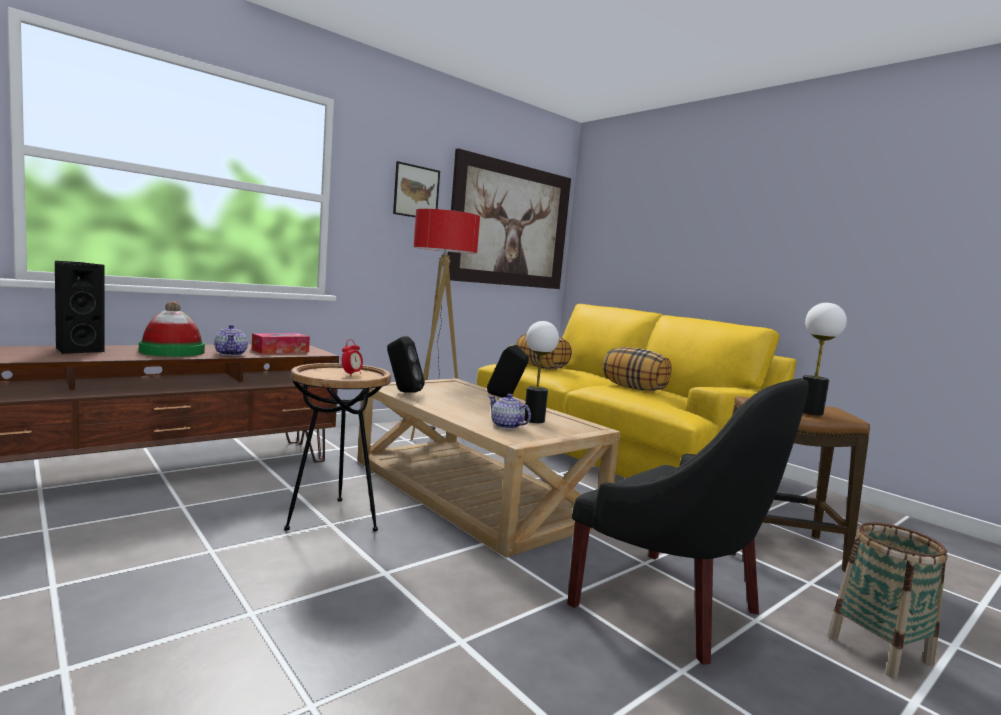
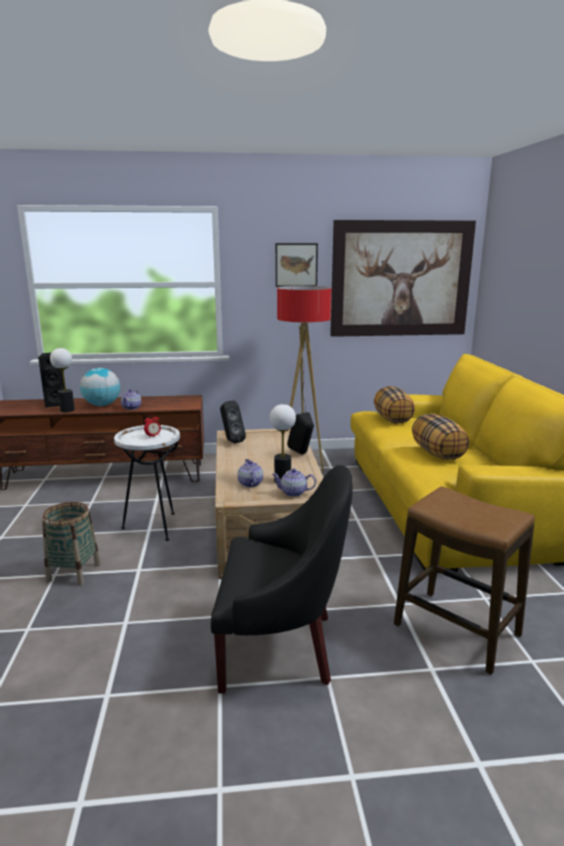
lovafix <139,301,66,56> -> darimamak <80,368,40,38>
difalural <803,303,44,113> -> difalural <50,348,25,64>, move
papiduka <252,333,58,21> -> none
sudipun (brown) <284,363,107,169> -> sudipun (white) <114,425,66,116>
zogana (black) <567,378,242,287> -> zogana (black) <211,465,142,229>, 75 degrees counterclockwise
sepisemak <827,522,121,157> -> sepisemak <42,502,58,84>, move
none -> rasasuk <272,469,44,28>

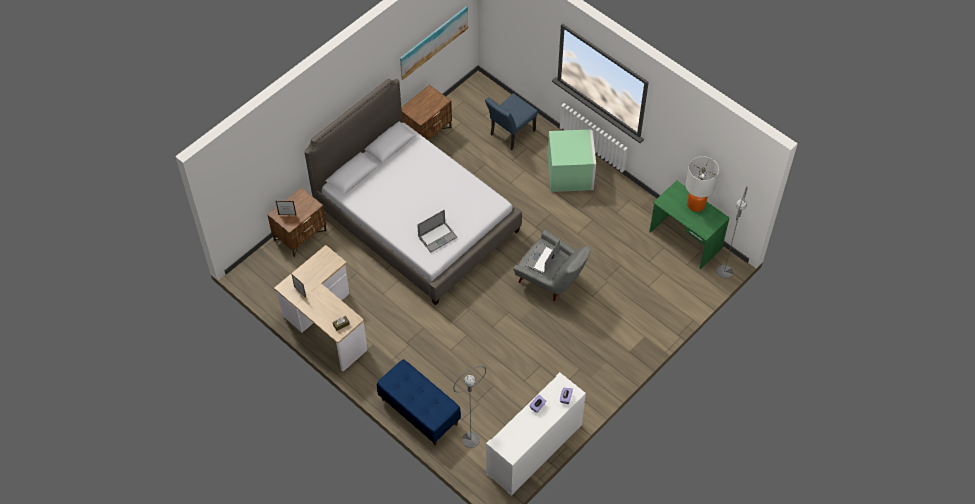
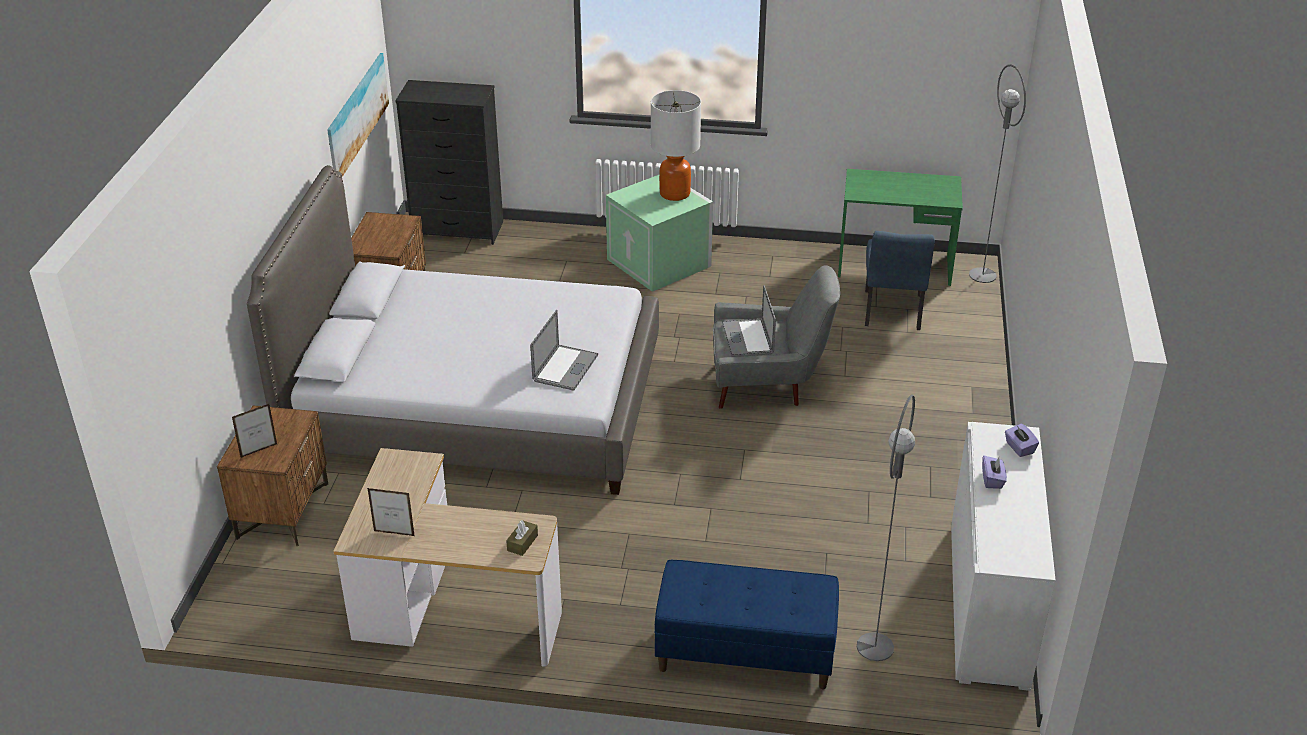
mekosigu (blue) <485,93,53,57> -> mekosigu (blue) <865,231,70,99>, move
difalural <685,156,34,56> -> difalural <651,90,50,111>, move
none -> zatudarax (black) <395,80,108,165>

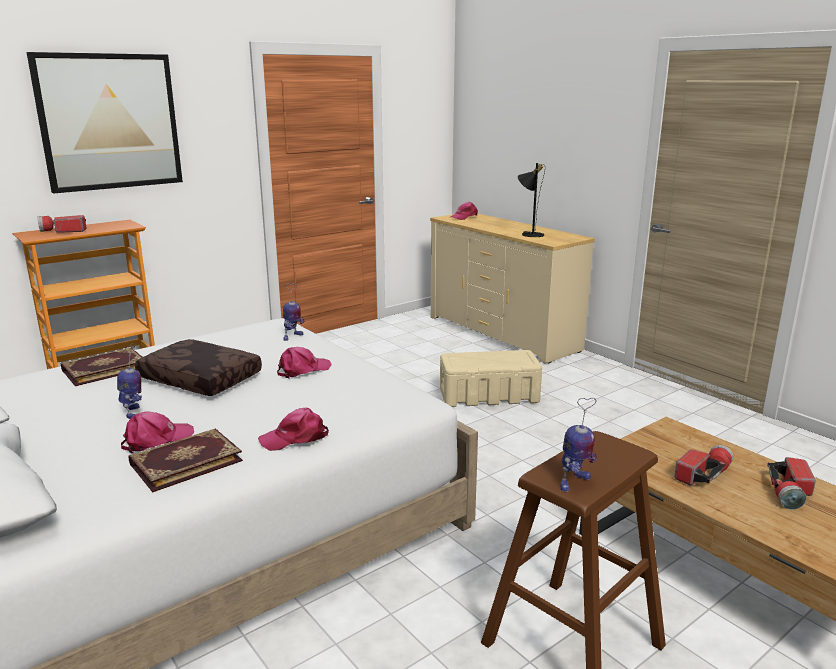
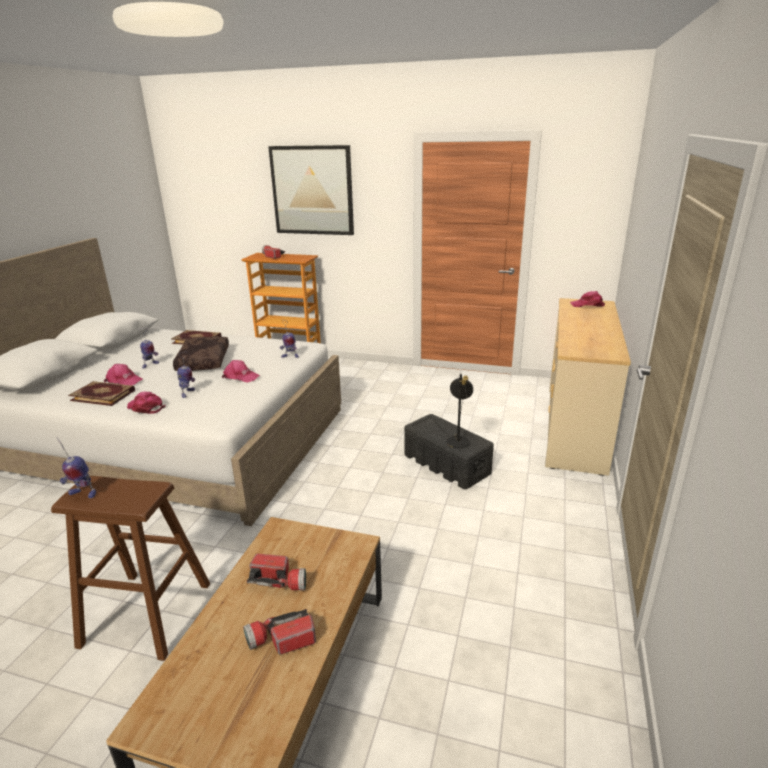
difalural (black) <518,163,27,74> -> difalural (black) <447,374,26,74>, move
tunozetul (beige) <440,350,102,57> -> tunozetul (black) <404,414,90,75>
none -> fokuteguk <177,351,18,47>

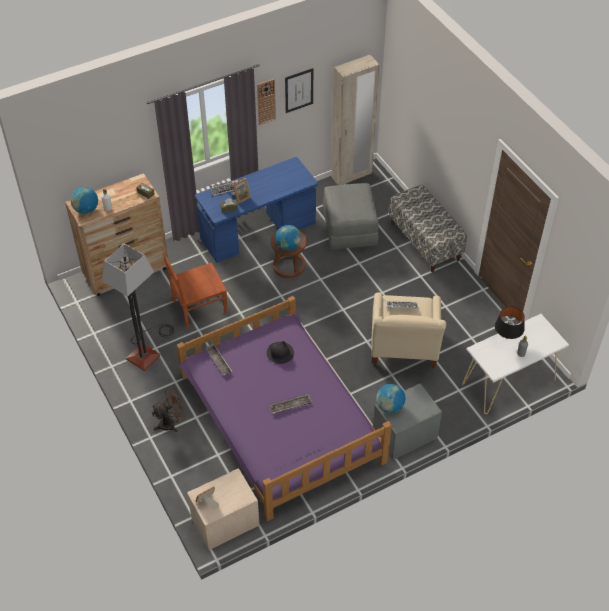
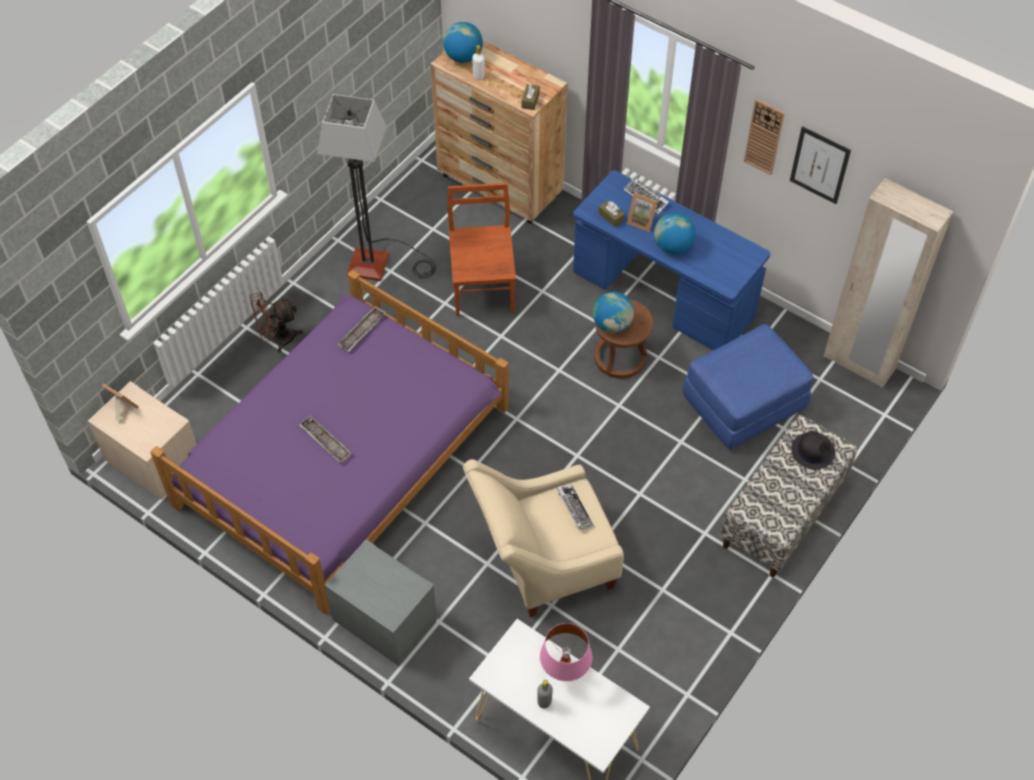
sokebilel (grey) <323,183,56,66> -> sokebilel (blue) <683,324,130,126>
mekosigu (brown) <163,253,64,75> -> mekosigu (brown) <448,183,68,134>, 45 degrees clockwise
difalural (black) <495,306,30,33> -> difalural (pink) <540,623,52,58>
lovafix (black) <267,341,27,23> -> lovafix (black) <791,431,44,39>, move
darimamak <376,384,29,29> -> darimamak <654,213,42,41>, move
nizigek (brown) <152,388,33,44> -> nizigek (brown) <249,292,54,61>, 120 degrees clockwise

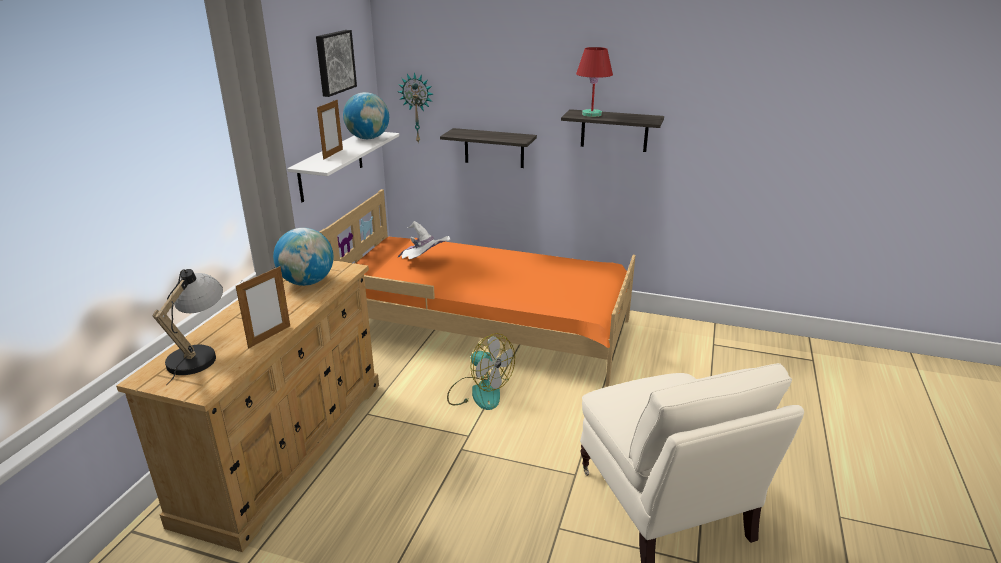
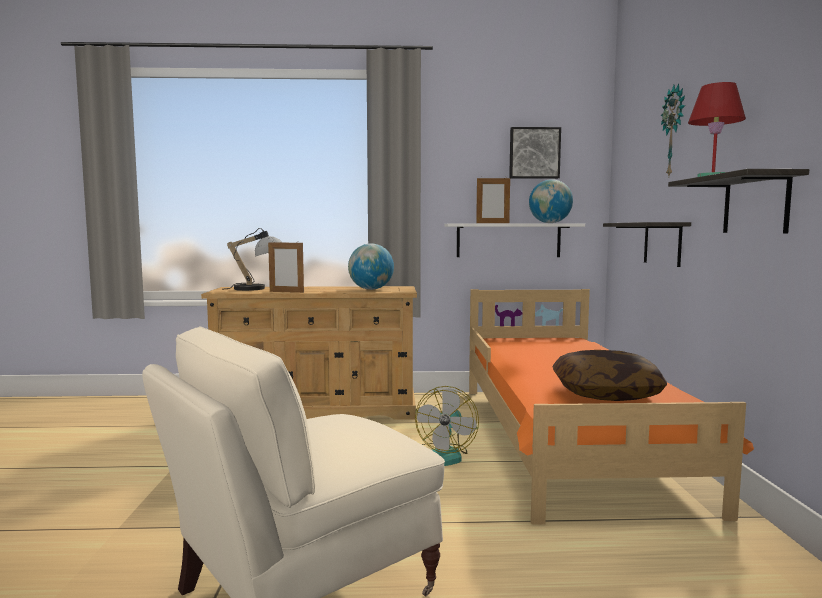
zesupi <398,72,35,72> -> zesupi <661,84,24,92>, move
lovafix (white) <398,221,52,39> -> none
none -> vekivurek <552,350,115,51>

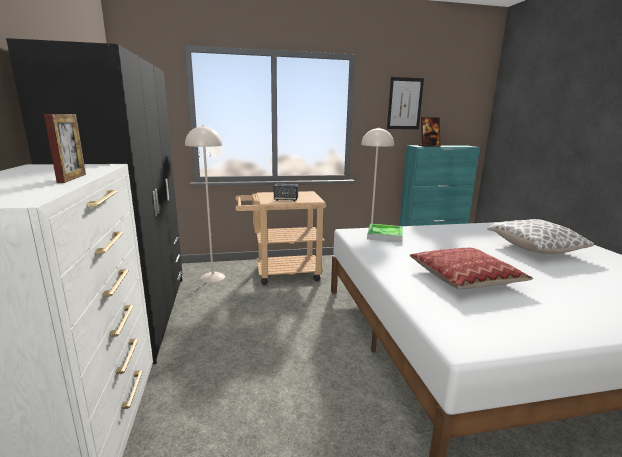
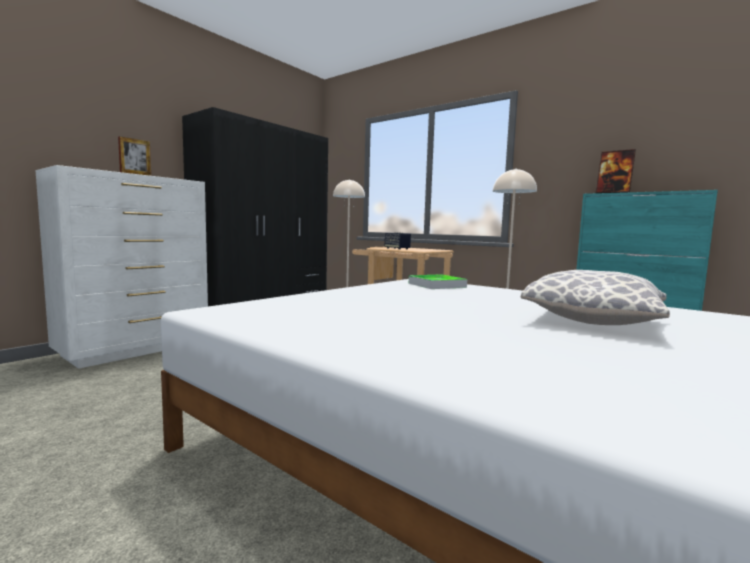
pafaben <387,77,37,52> -> none
vekivurek <410,248,123,42> -> none

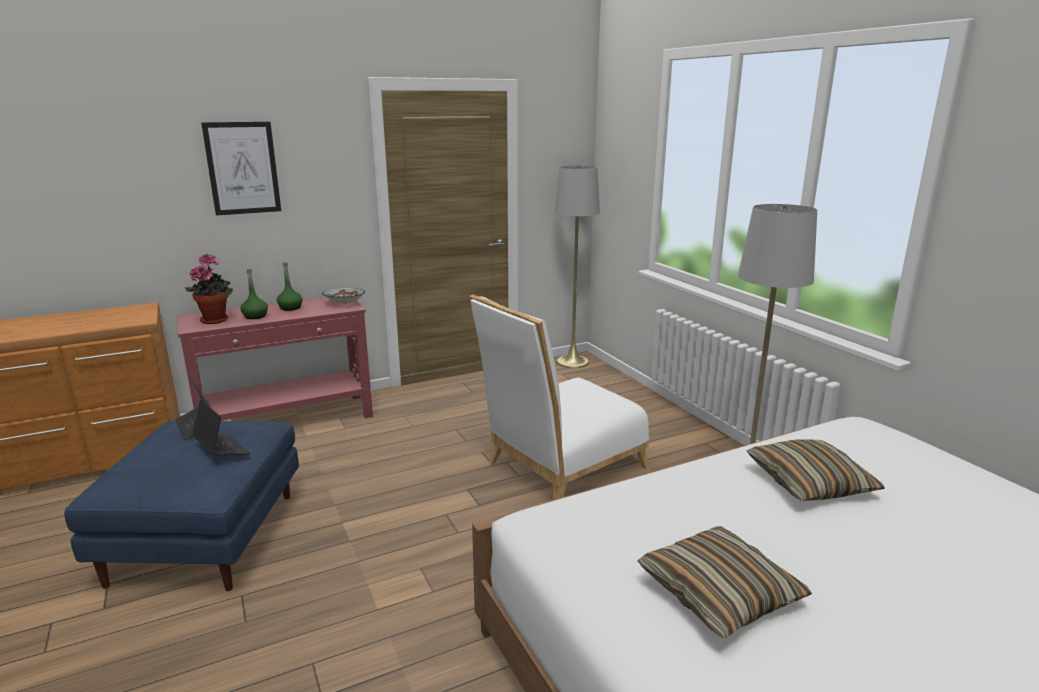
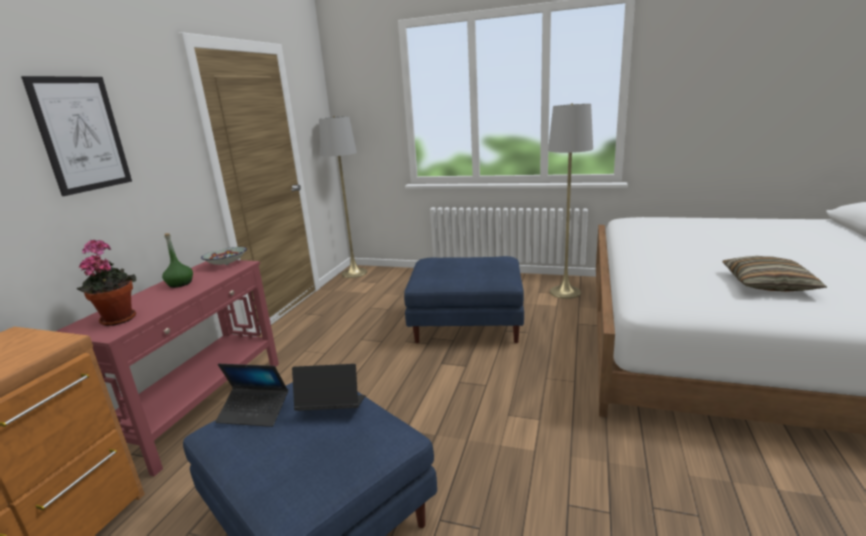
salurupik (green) <240,268,28,51> -> none
mekosigu (white) <469,294,181,206> -> sokebilel (blue) <404,256,120,87>
vekivurek <746,439,139,62> -> none

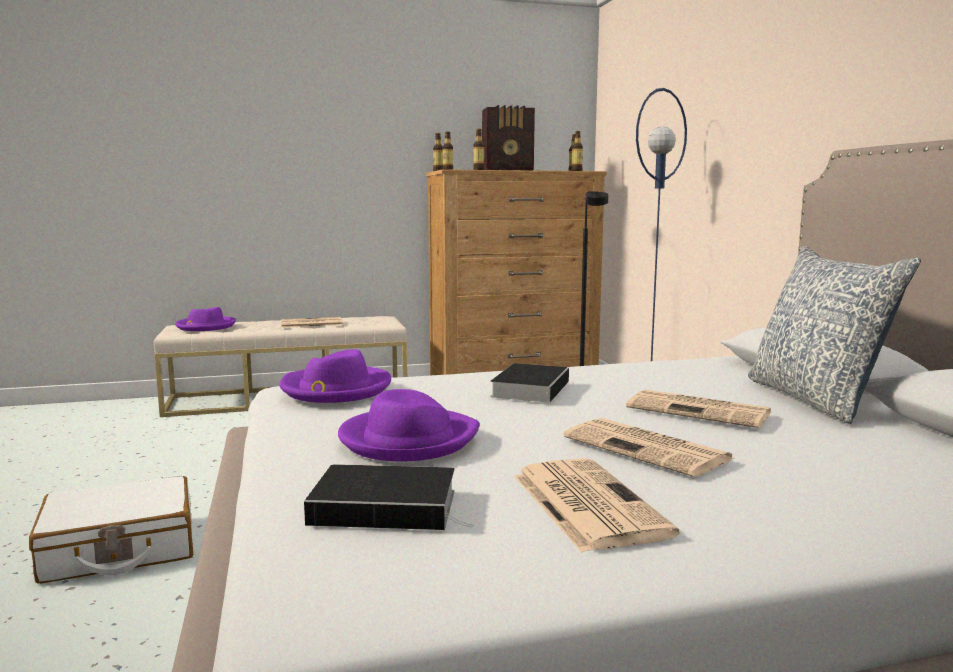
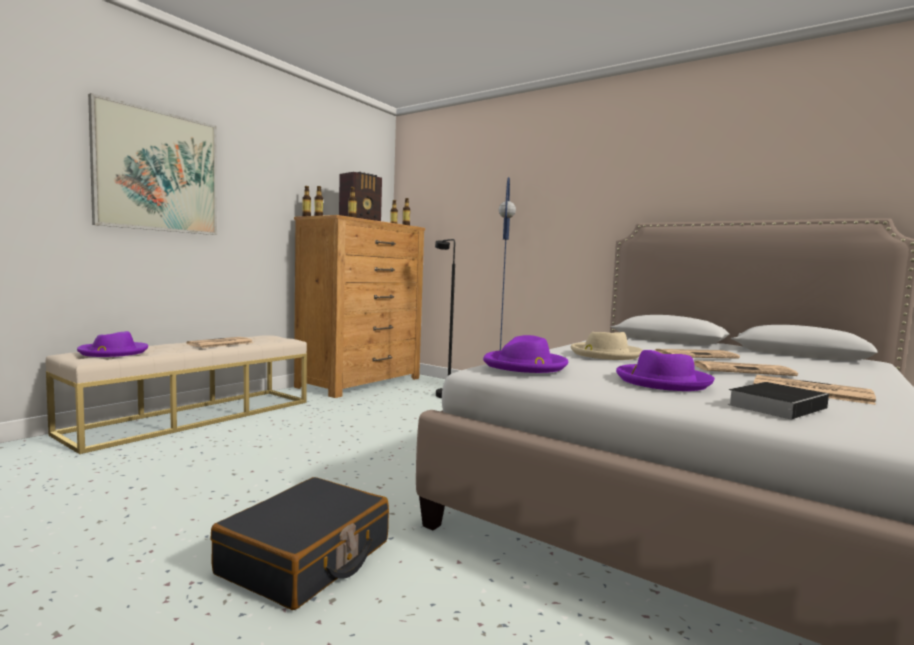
vekivurek <748,246,173,178> -> none
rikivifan <490,363,79,40> -> lovafix (beige) <571,332,72,28>
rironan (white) <29,476,164,108> -> rironan (black) <211,477,178,133>
none -> pafaben <88,93,129,142>

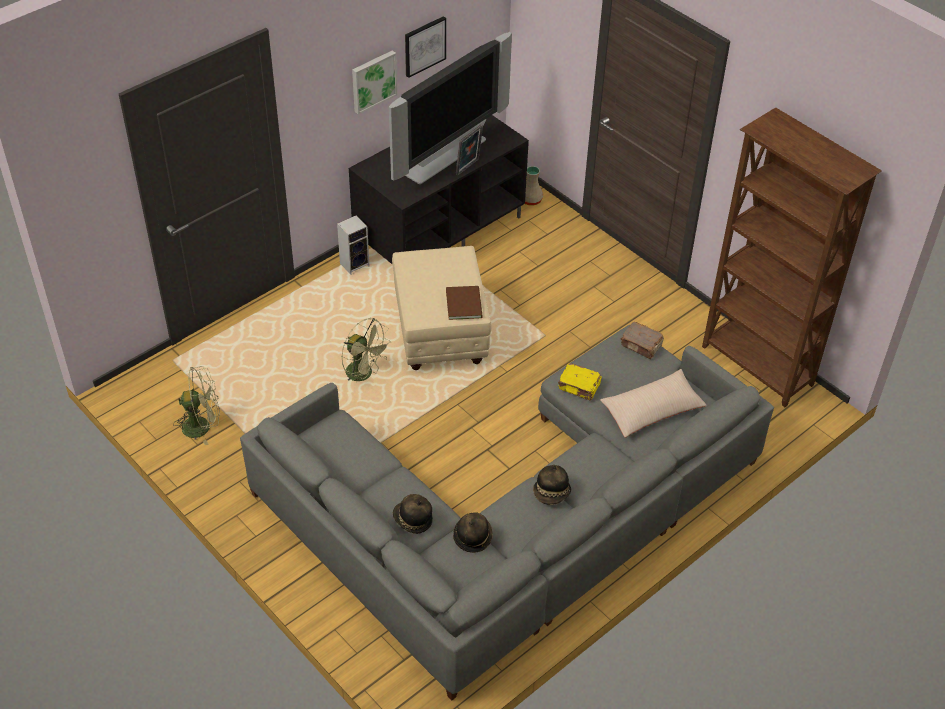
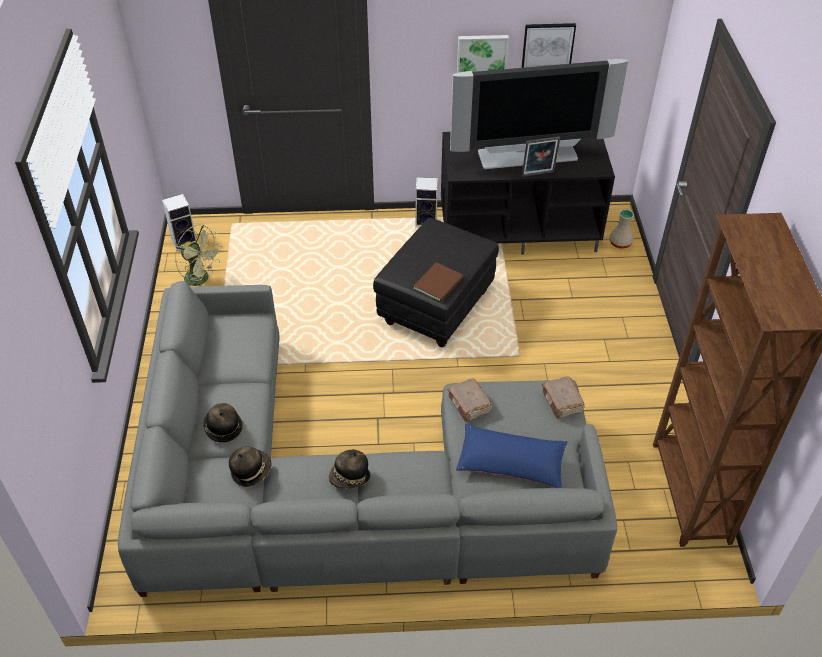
sokebilel (beige) <392,246,99,124> -> sokebilel (black) <373,218,126,129>
nizigek (green) <341,318,51,64> -> none
rikivifan (yellow) <558,363,44,38> -> rikivifan (brown) <447,378,45,44>
vekivurek (beige) <600,369,107,69> -> vekivurek (blue) <456,424,111,64>
none -> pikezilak <162,194,34,57>

